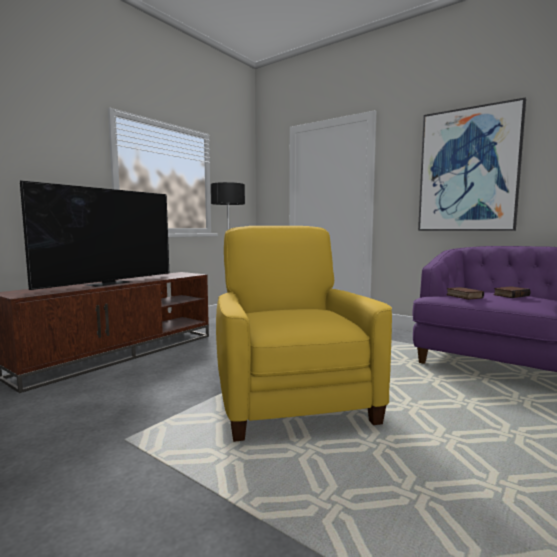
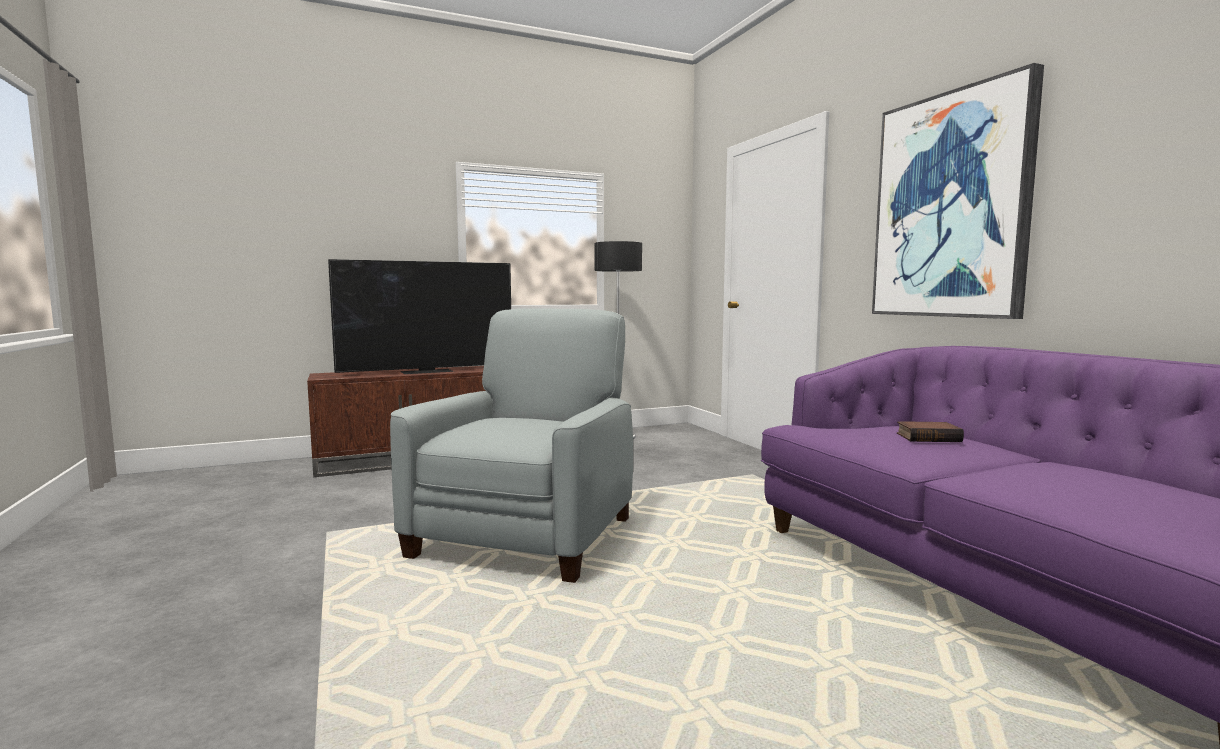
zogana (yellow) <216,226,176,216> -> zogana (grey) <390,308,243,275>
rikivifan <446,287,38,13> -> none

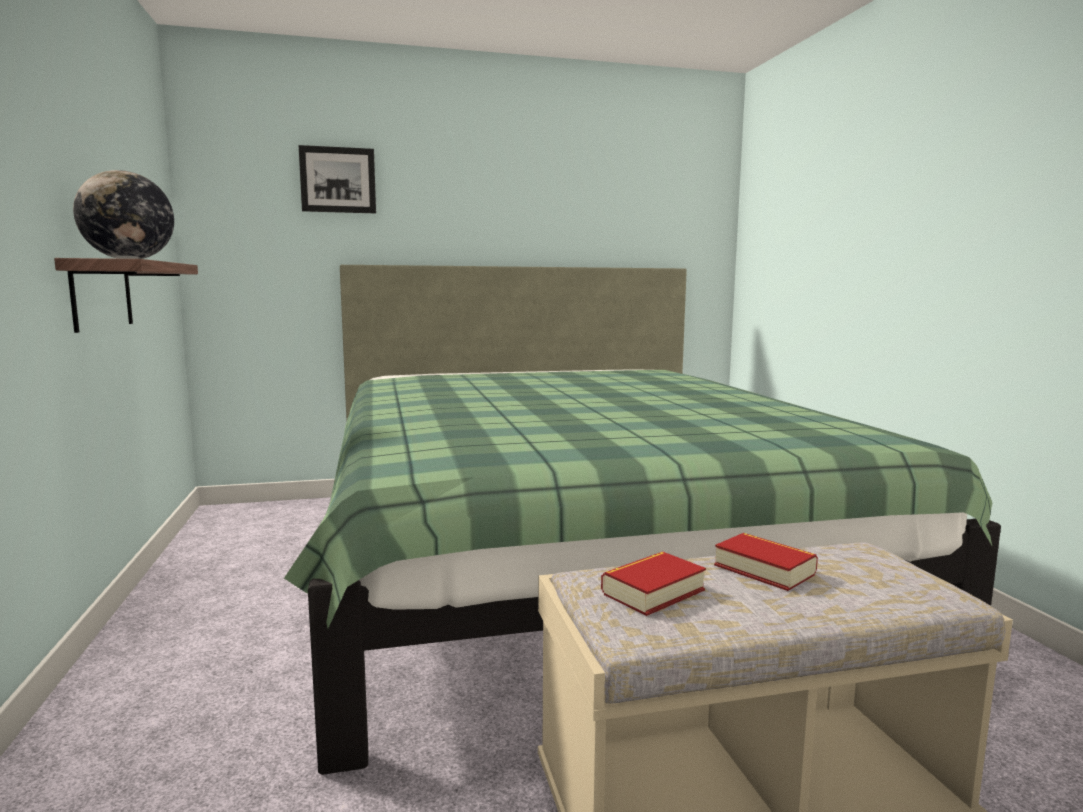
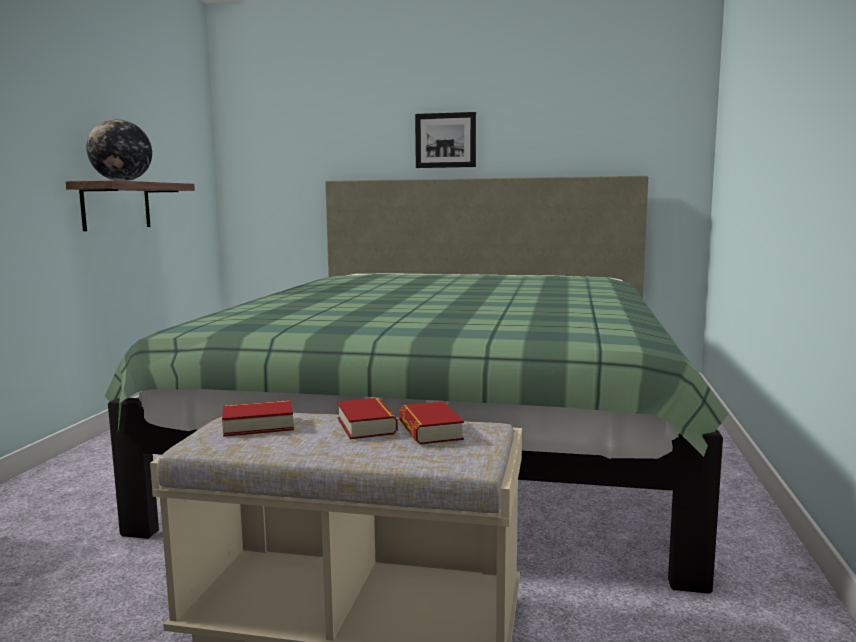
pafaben <299,145,77,69> -> pafaben <415,112,61,56>, move
none -> rikivifan <399,402,65,42>

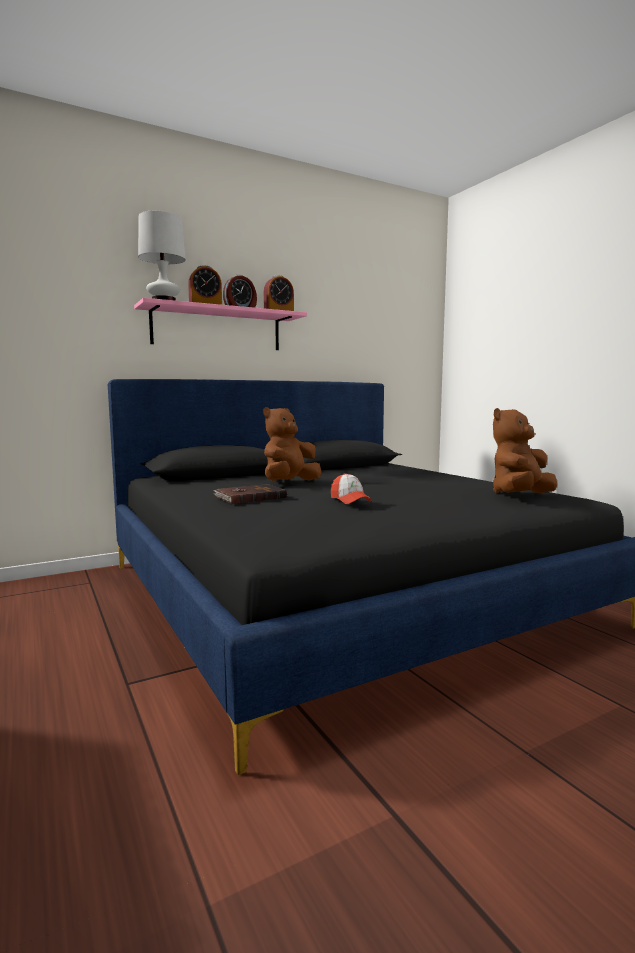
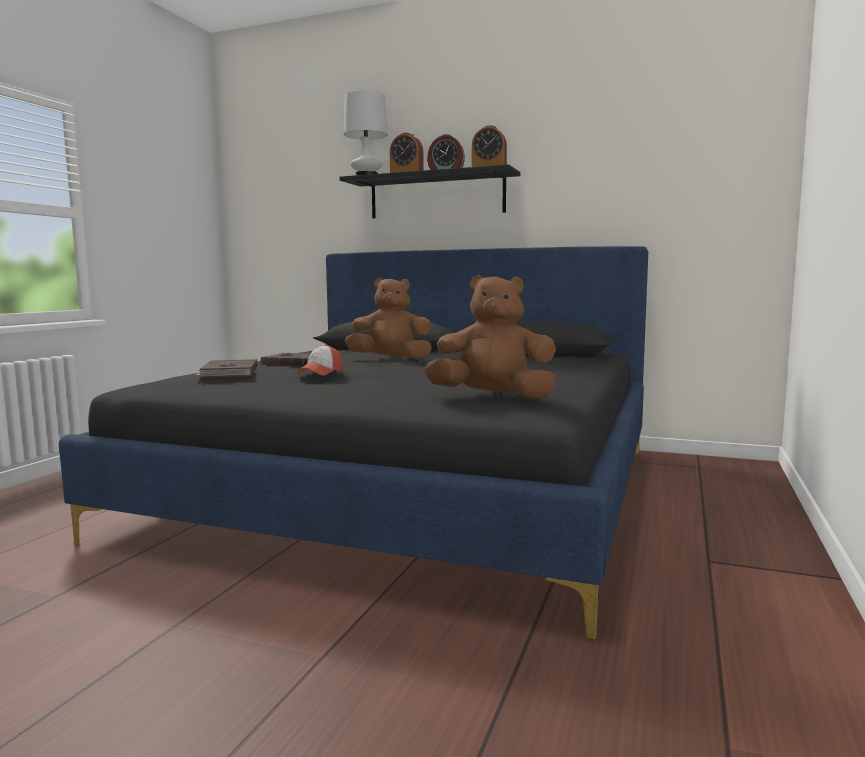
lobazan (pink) <134,298,173,52> -> lobazan (black) <340,164,180,55>
none -> rikivifan (brown) <196,359,61,19>

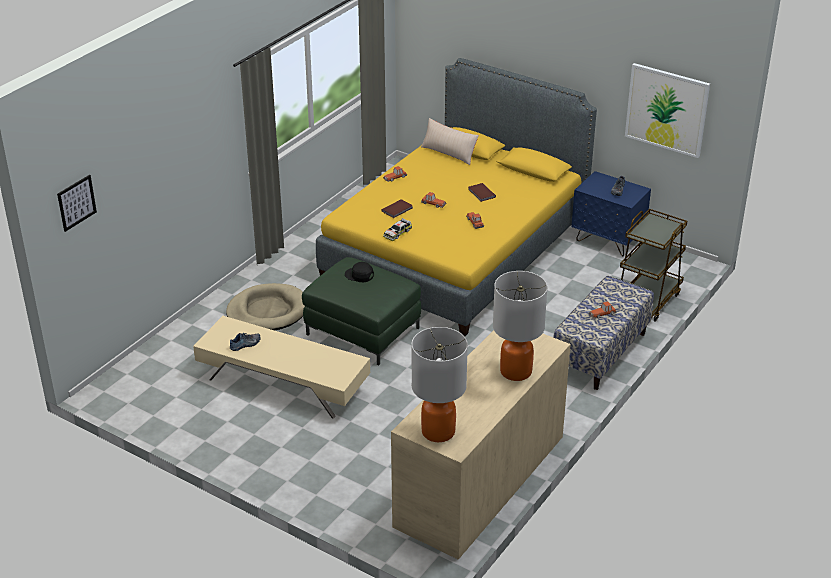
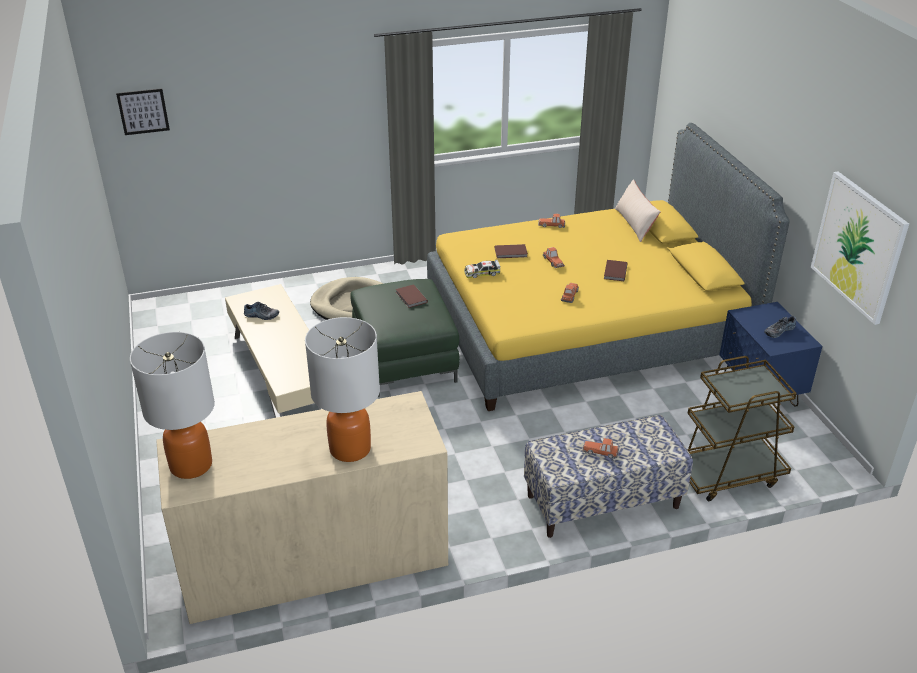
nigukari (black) <345,262,29,20> -> rikivifan (brown) <396,284,32,24>

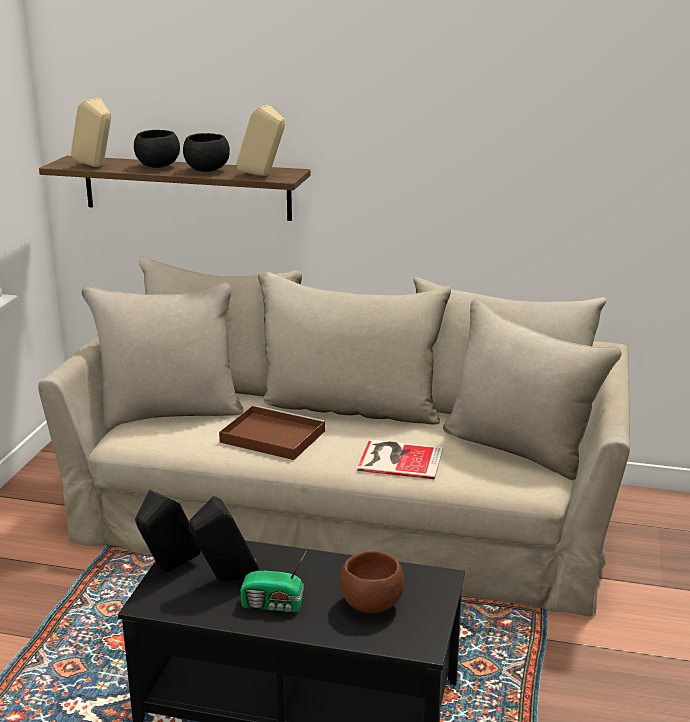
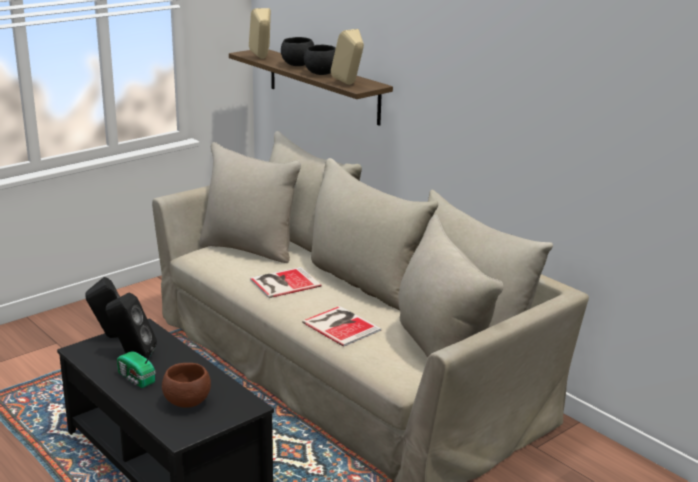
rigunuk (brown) <219,405,107,55> -> rikivifan <250,267,72,31>

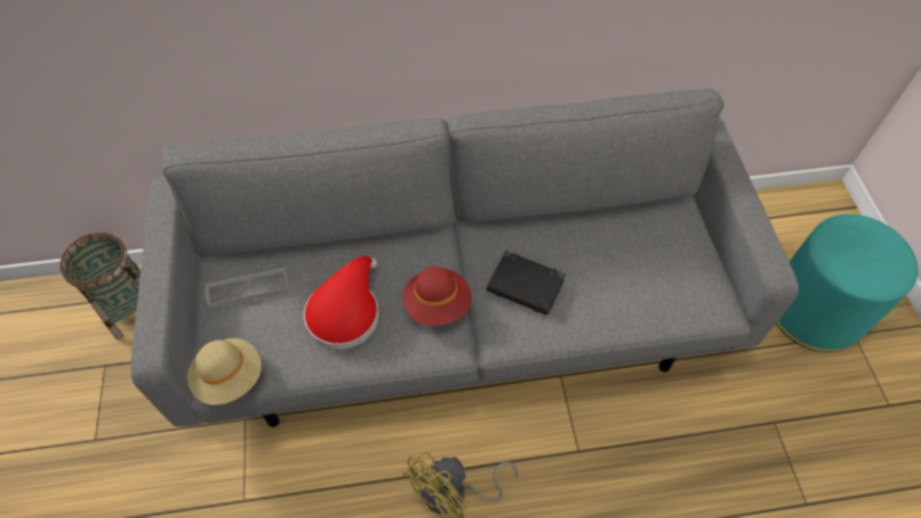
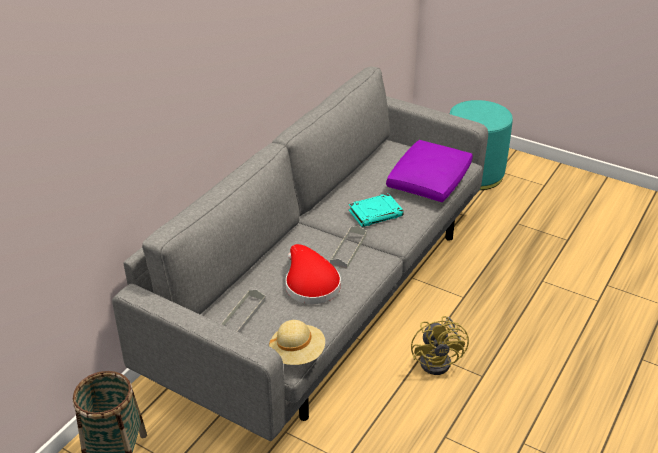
rikivifan (black) <486,251,80,64> -> rikivifan (turquoise) <348,193,56,34>
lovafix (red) <403,267,69,59> -> rigunuk (grey) <330,226,37,43>
none -> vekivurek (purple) <386,140,87,62>

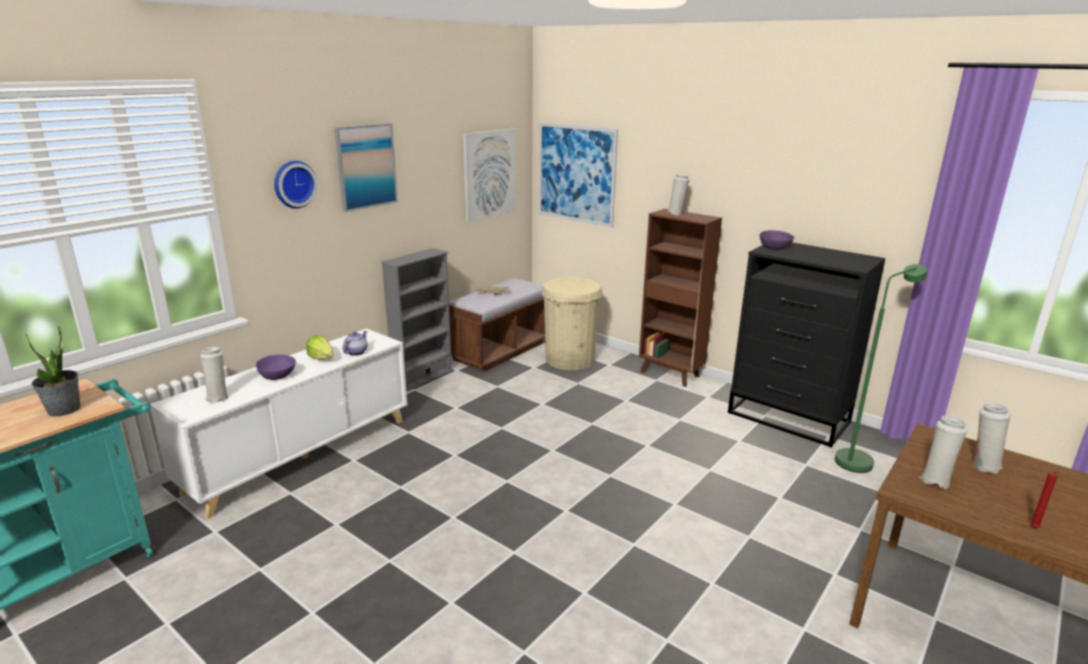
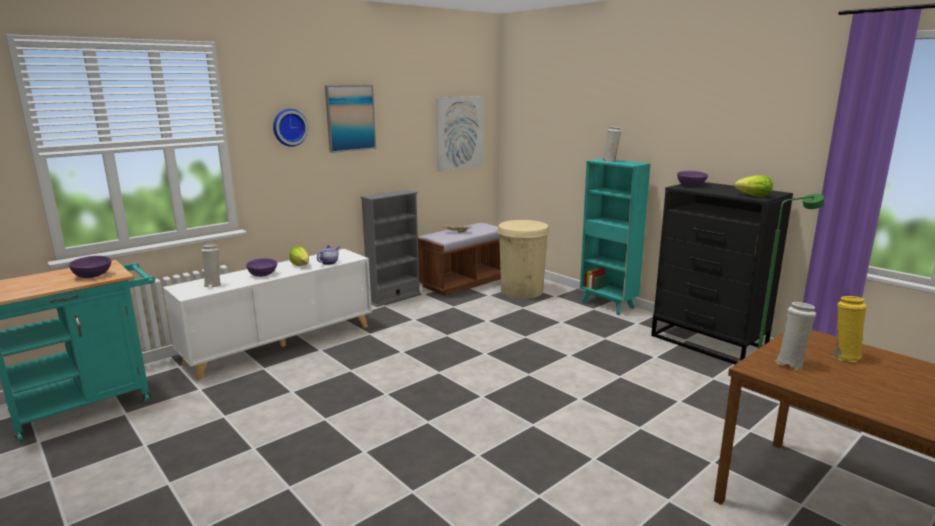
pafaben <538,122,80,106> -> none
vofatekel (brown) <639,209,83,178> -> vofatekel (turquoise) <580,159,70,156>
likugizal <25,326,56,90> -> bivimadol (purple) <69,256,42,22>
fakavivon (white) <972,403,39,70> -> fakavivon (yellow) <834,296,33,66>
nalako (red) <1030,471,29,57> -> none
none -> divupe <734,175,39,22>

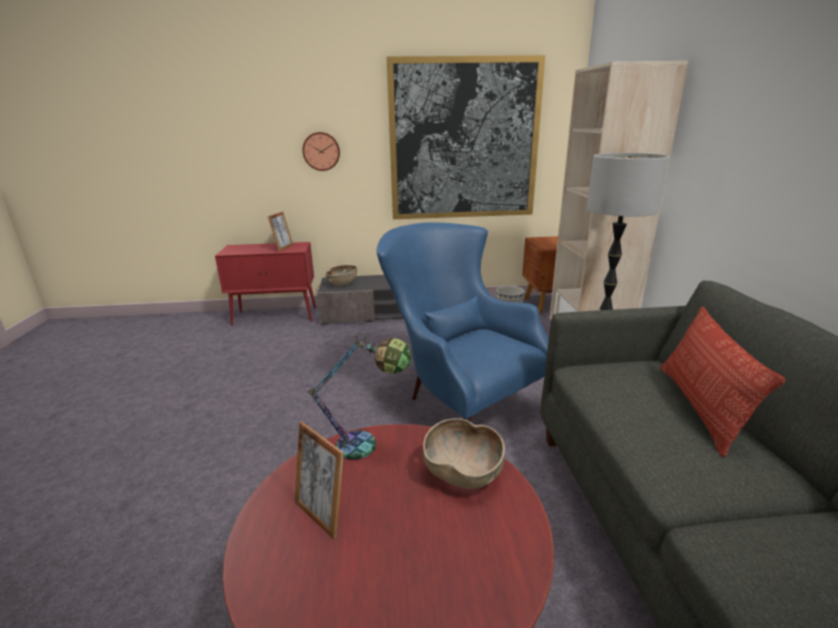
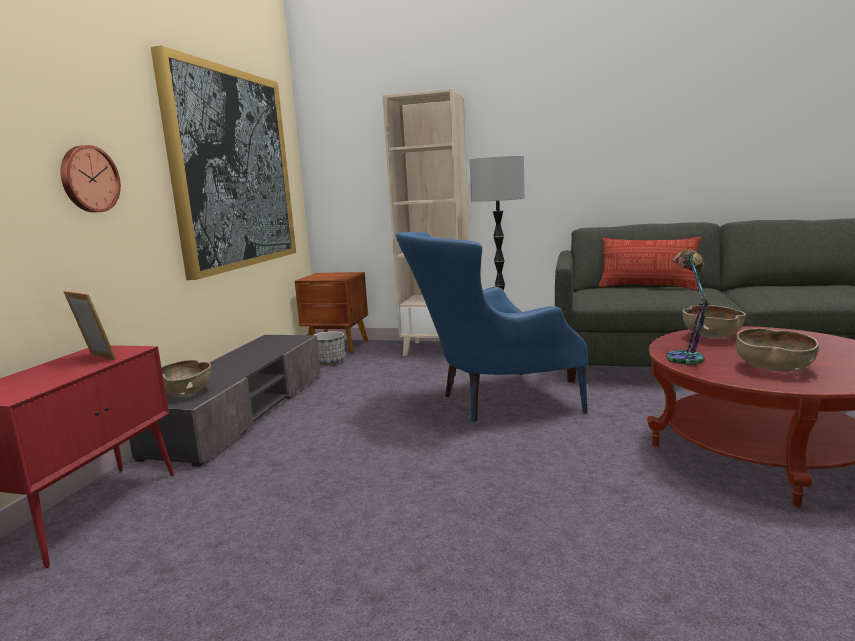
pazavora <294,421,50,118> -> bivimadol (brown) <736,328,83,44>

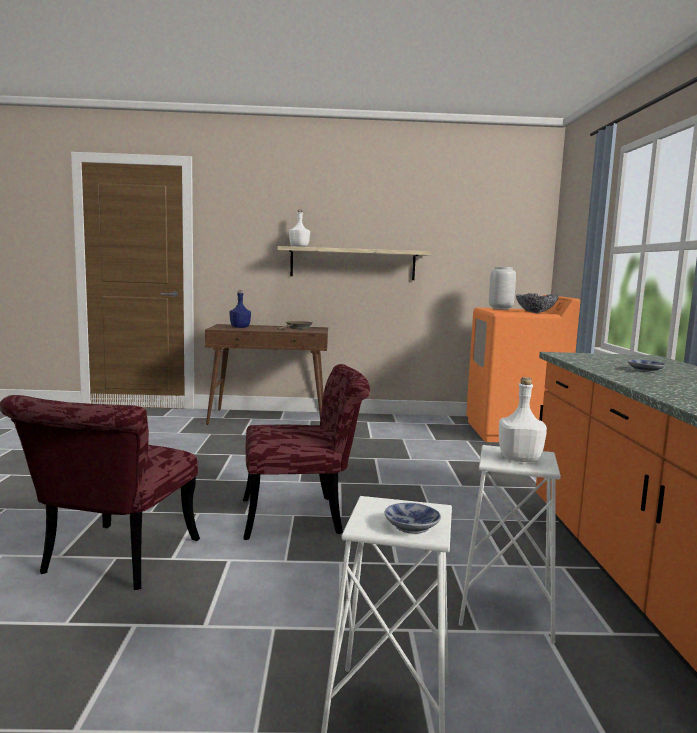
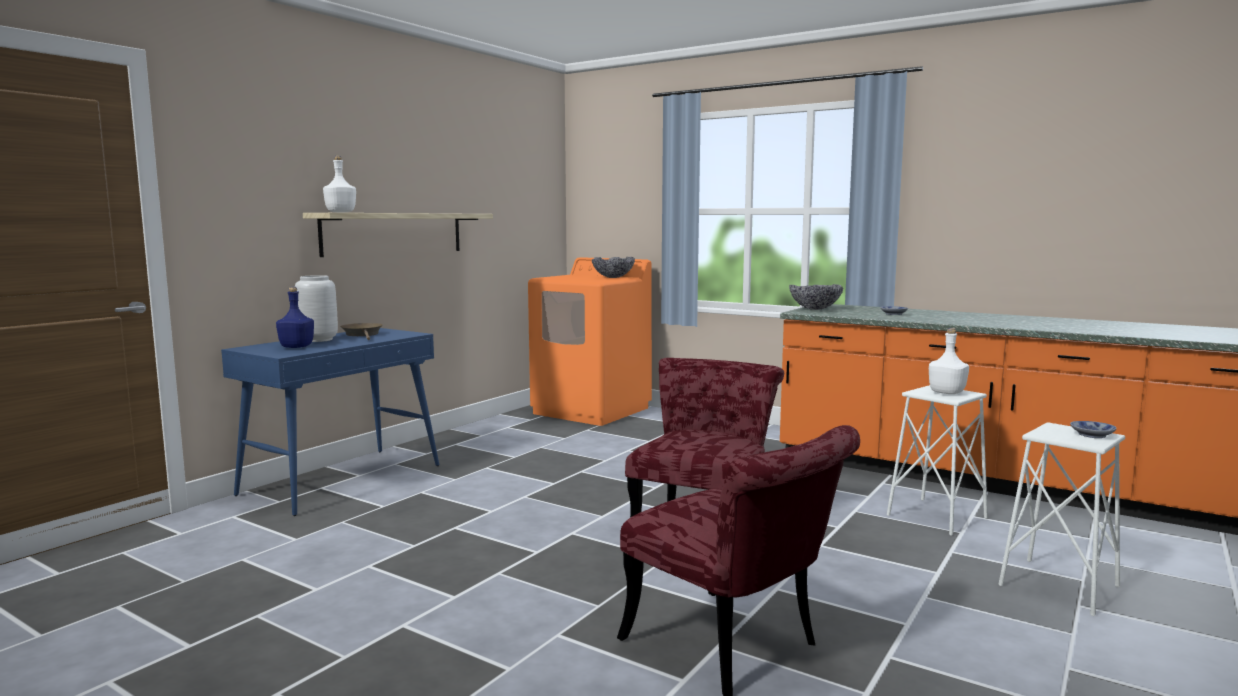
fakavivon (grey) <489,267,27,43> -> fakavivon (grey) <295,275,43,67>, move
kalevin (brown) <205,324,123,101> -> kalevin (blue) <221,328,218,188>
none -> bivimadol <789,284,54,26>

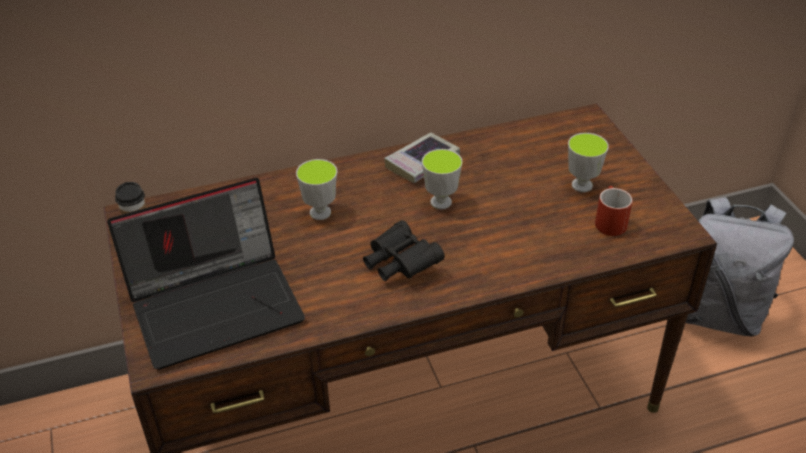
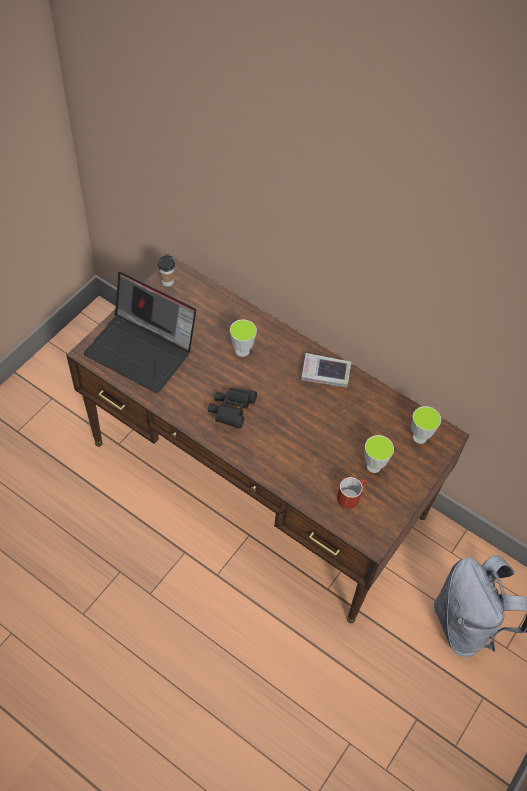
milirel <422,149,41,60> -> milirel <411,406,30,38>, move

